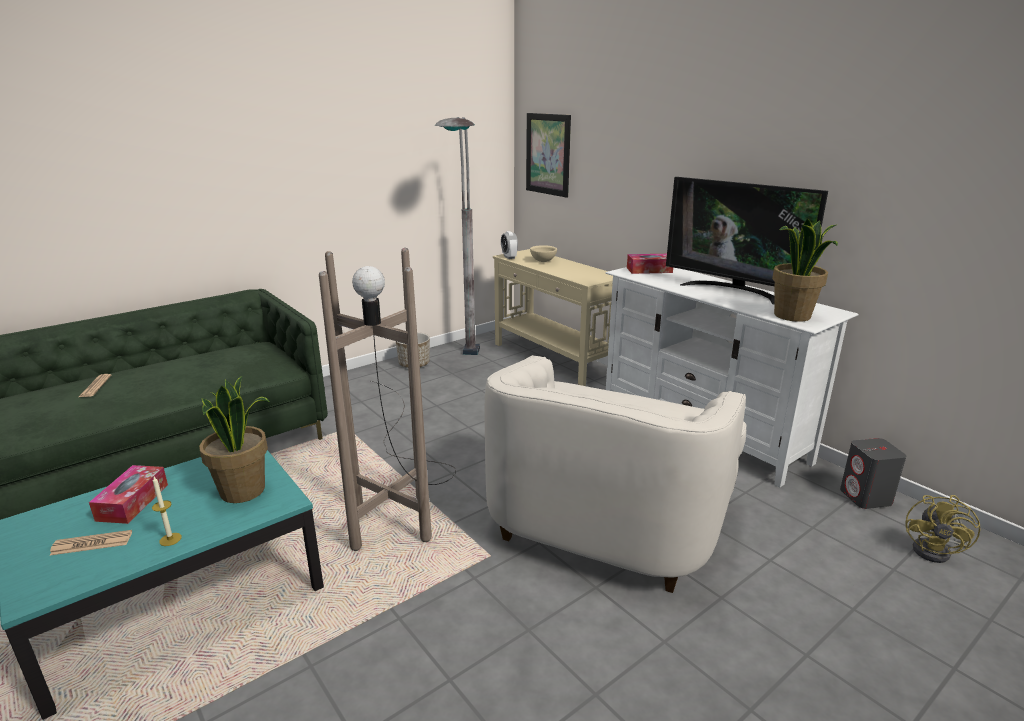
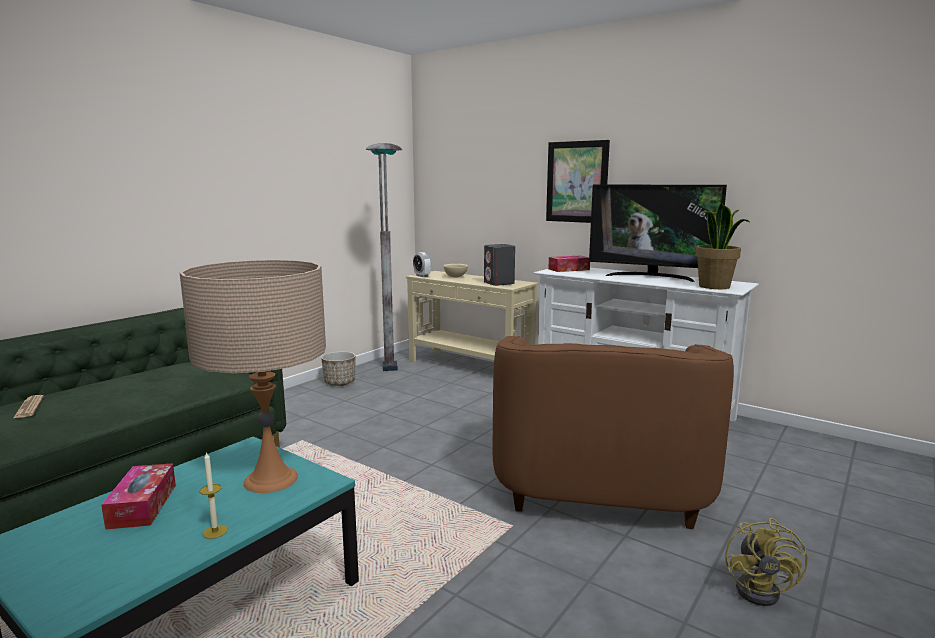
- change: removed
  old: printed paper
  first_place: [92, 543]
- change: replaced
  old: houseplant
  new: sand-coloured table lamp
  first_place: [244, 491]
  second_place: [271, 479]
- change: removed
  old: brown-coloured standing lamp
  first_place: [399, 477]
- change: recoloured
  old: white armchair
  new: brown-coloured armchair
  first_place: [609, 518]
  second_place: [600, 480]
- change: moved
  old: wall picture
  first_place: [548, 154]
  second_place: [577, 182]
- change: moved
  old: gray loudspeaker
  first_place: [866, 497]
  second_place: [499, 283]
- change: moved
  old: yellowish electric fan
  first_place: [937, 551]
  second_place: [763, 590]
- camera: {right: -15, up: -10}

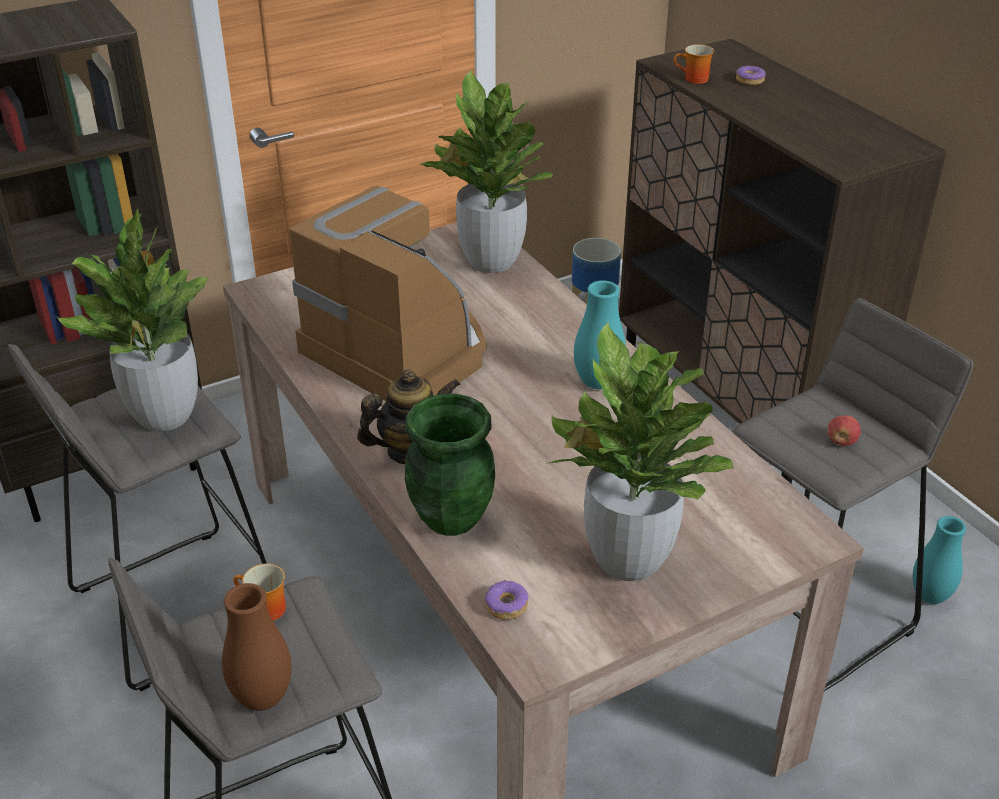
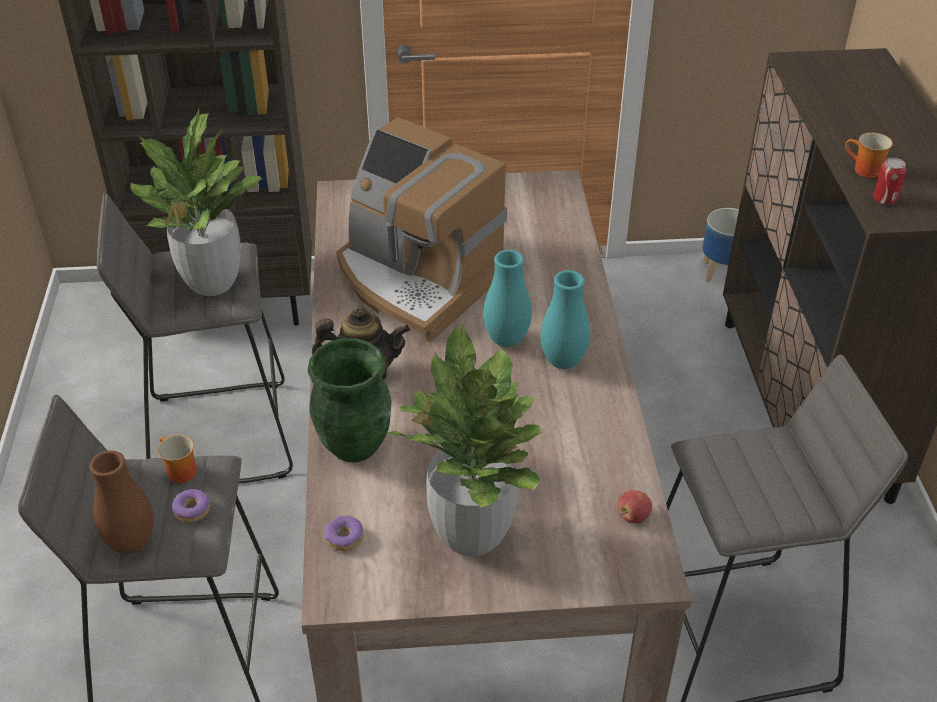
- change: turned
  old: coffee brewer
  first_place: [399, 349]
  second_place: [417, 279]
  degrees: 150
- change: removed
  old: houseplant
  first_place: [490, 261]
- change: moved
  old: mug
  first_place: [693, 80]
  second_place: [863, 171]
- change: moved
  old: donut
  first_place: [750, 81]
  second_place: [192, 510]
- change: moved
  old: apple fruit
  first_place: [841, 441]
  second_place: [633, 516]
- change: moved
  old: turquoise-coloured decorative vase
  first_place: [930, 596]
  second_place: [506, 340]
- change: added
  new: metal can
  second_place: [884, 199]
- camera: {right: 25, up: 5}

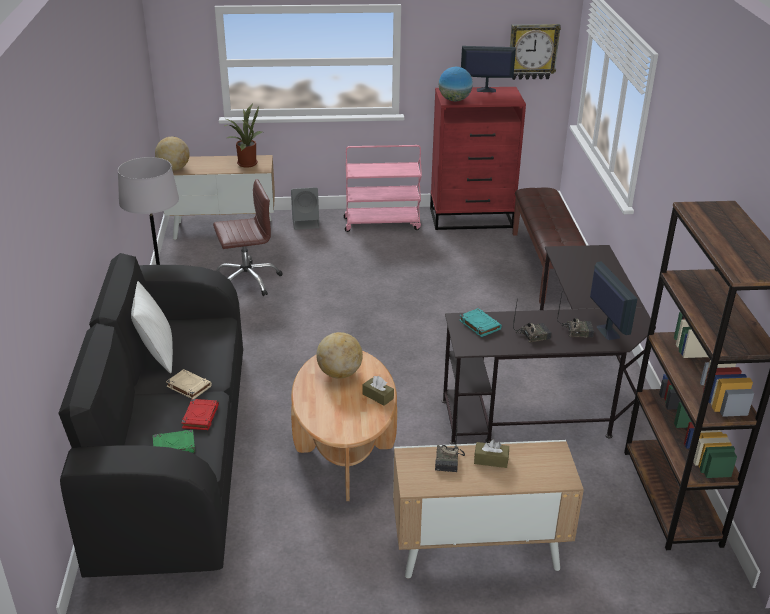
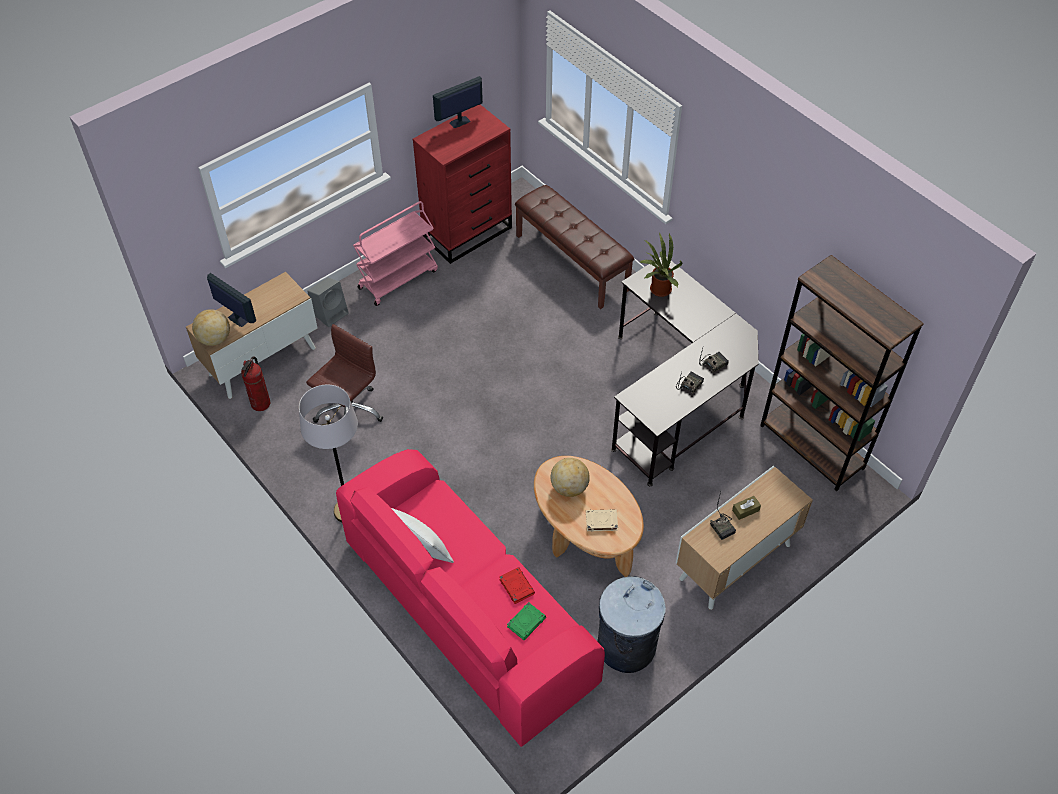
- change: recoloured
  old: blackish couch
  new: pink-coloured couch
  first_place: [173, 450]
  second_place: [468, 612]
- change: moved
  old: sand-coloured volume
  first_place: [188, 386]
  second_place: [601, 521]
- change: moved
  old: houseplant
  first_place: [245, 163]
  second_place: [658, 289]
- change: removed
  old: brown-coloured box of tissues
  first_place: [378, 396]
- change: removed
  old: desk globe
  first_place: [454, 100]
- change: removed
  old: turquoise-coloured volume
  first_place: [479, 325]
- change: removed
  old: wall clock
  first_place: [532, 51]
- change: moved
  old: computer display
  first_place: [607, 331]
  second_place: [238, 319]
- change: added
  new: extinguisher
  second_place: [260, 403]
- change: added
  new: gray rubbish bin
  second_place: [626, 645]
- camera: {right: -35, up: 20}

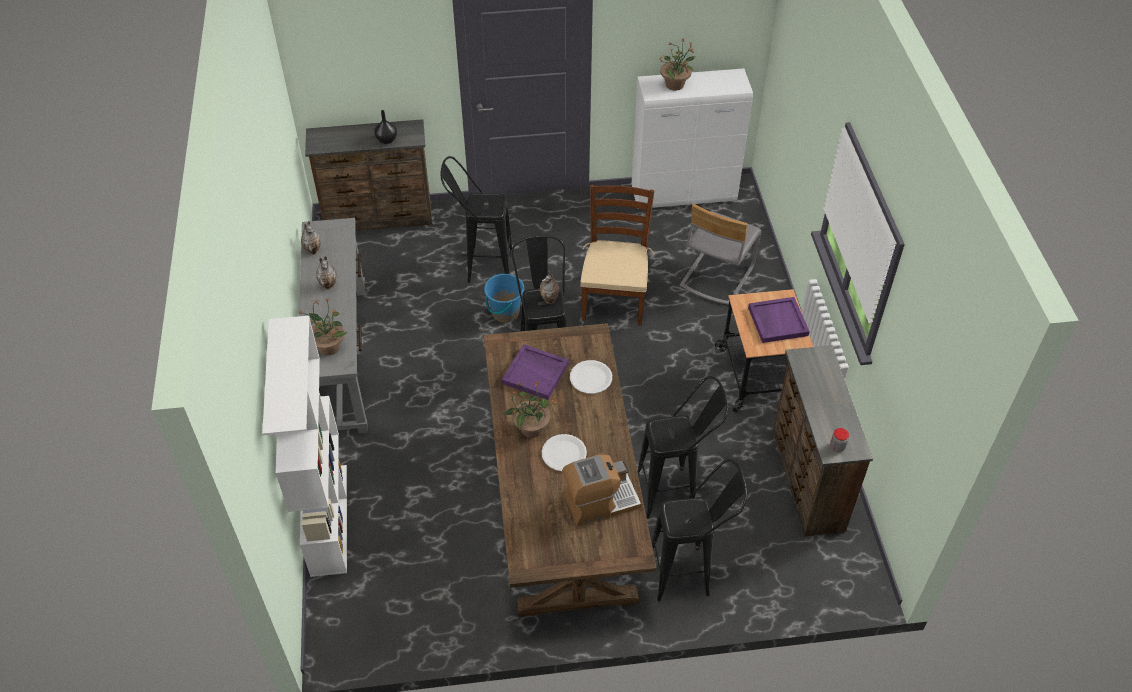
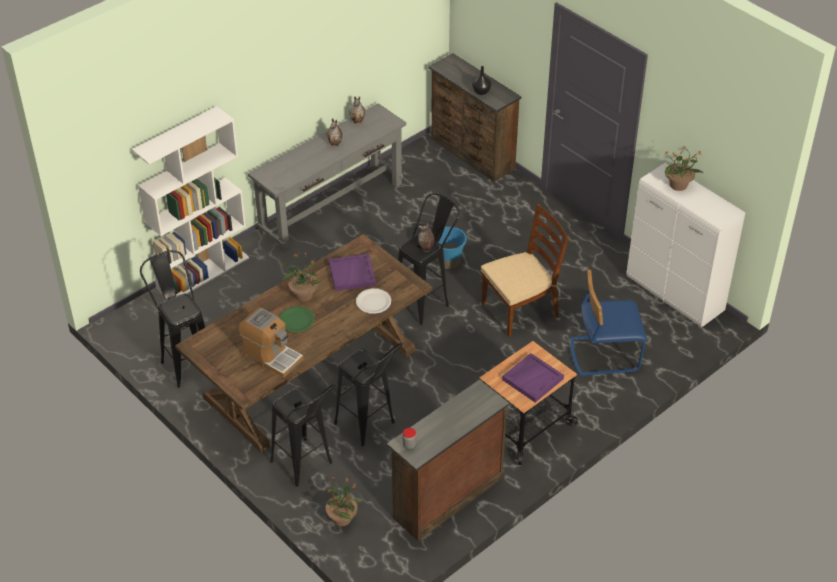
- change: moved
  old: houseplant
  first_place: [328, 346]
  second_place: [342, 518]
- change: moved
  old: blackish stool seat
  first_place: [481, 267]
  second_place: [185, 361]
- change: recoloured
  old: white plate
  new: green plate
  first_place: [564, 453]
  second_place: [296, 320]
- change: recoloured
  old: gray plain chair
  new: bluish plain chair
  first_place: [716, 276]
  second_place: [604, 354]
- camera: {right: 55, up: -5}

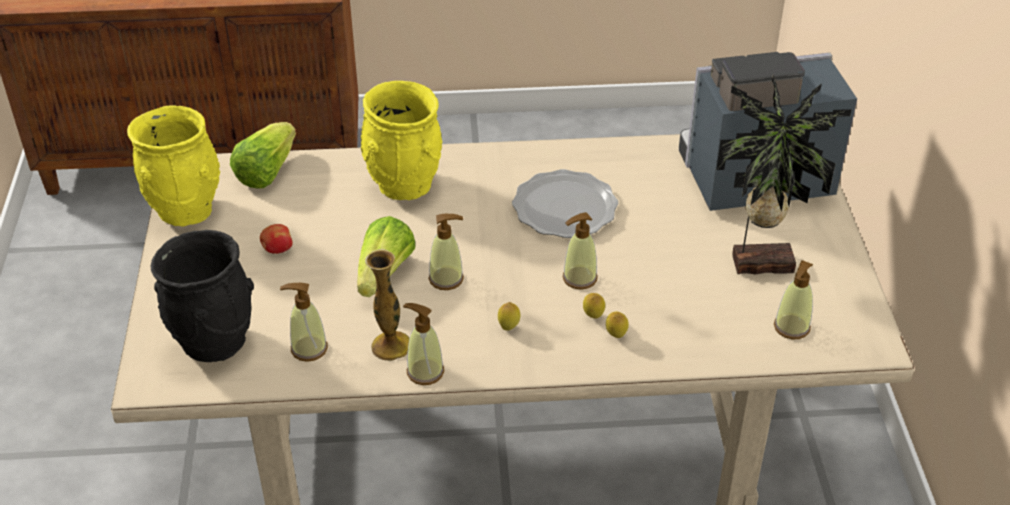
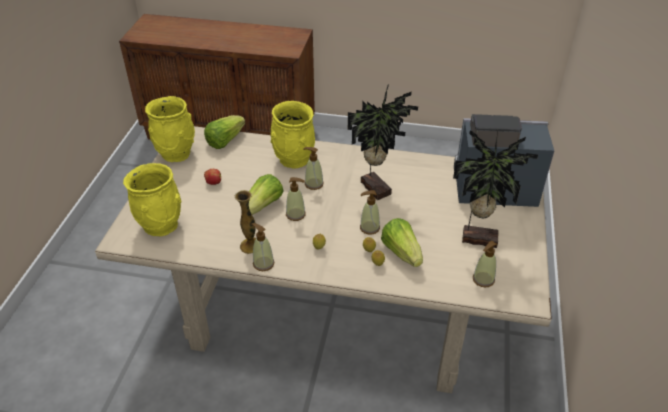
- change: recoloured
  old: blackish decorative vase
  new: yellowish decorative vase
  first_place: [215, 341]
  second_place: [161, 225]
- change: moved
  old: liquid soap bottle
  first_place: [308, 349]
  second_place: [313, 184]
- change: replaced
  old: plate
  new: houseplant
  first_place: [565, 208]
  second_place: [377, 187]
- change: added
  new: head of lettuce
  second_place: [401, 252]
- camera: {right: 15, up: 0}

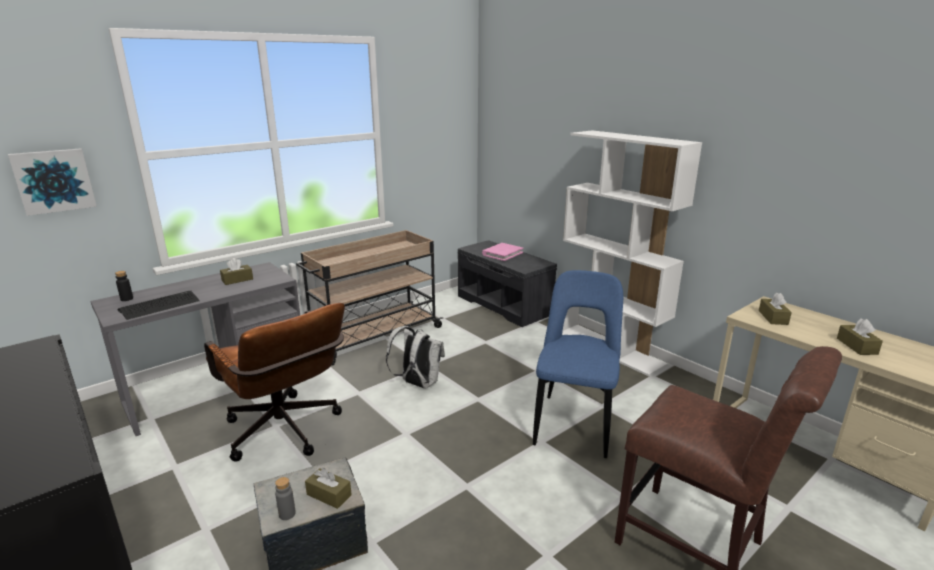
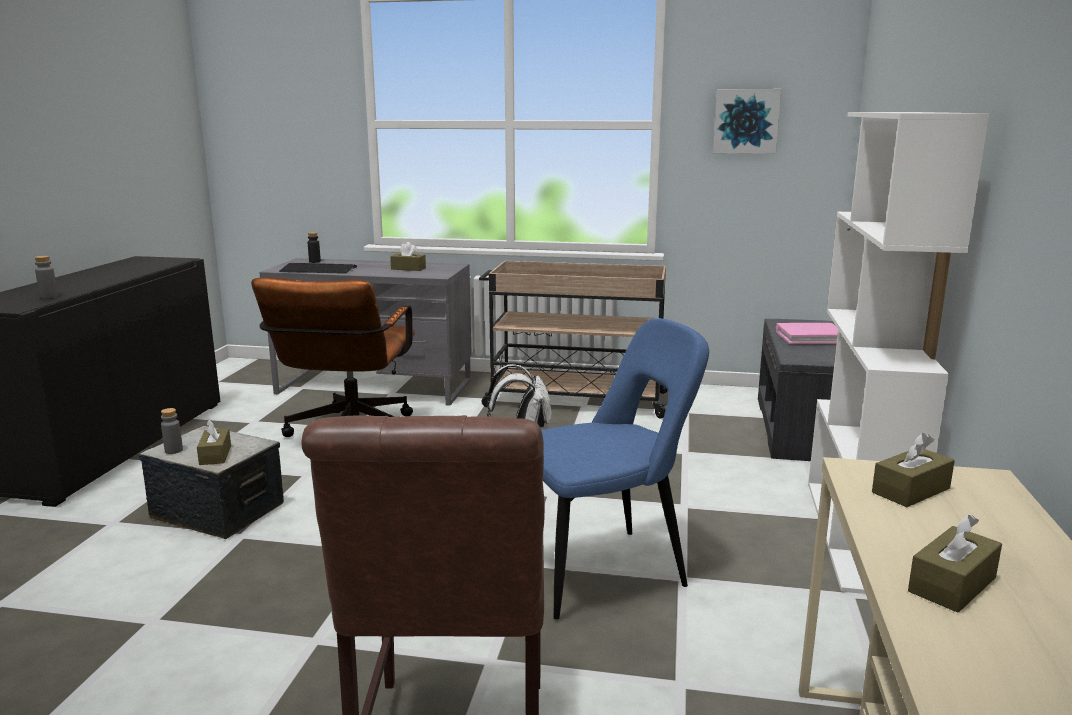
- change: moved
  old: wall picture
  first_place: [53, 181]
  second_place: [746, 121]
- change: added
  new: gray bottle
  second_place: [49, 297]
- camera: {right: 50, up: -5}

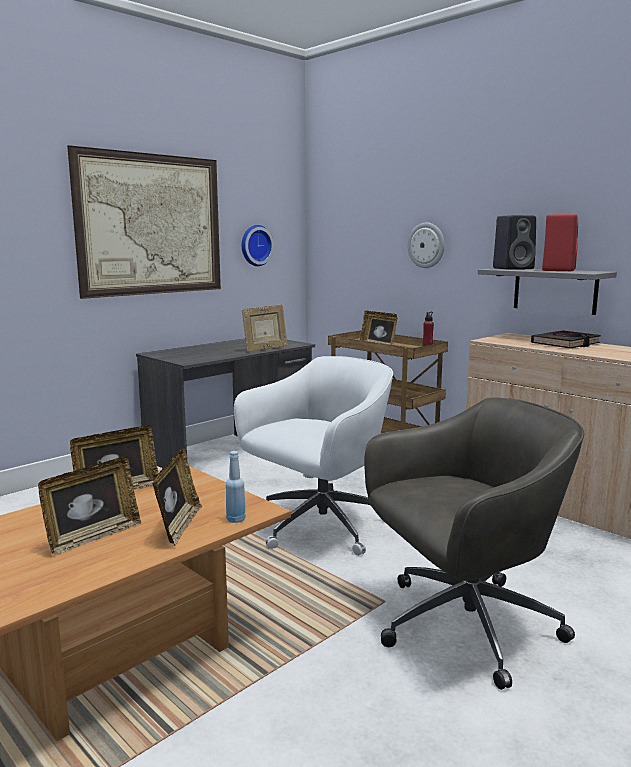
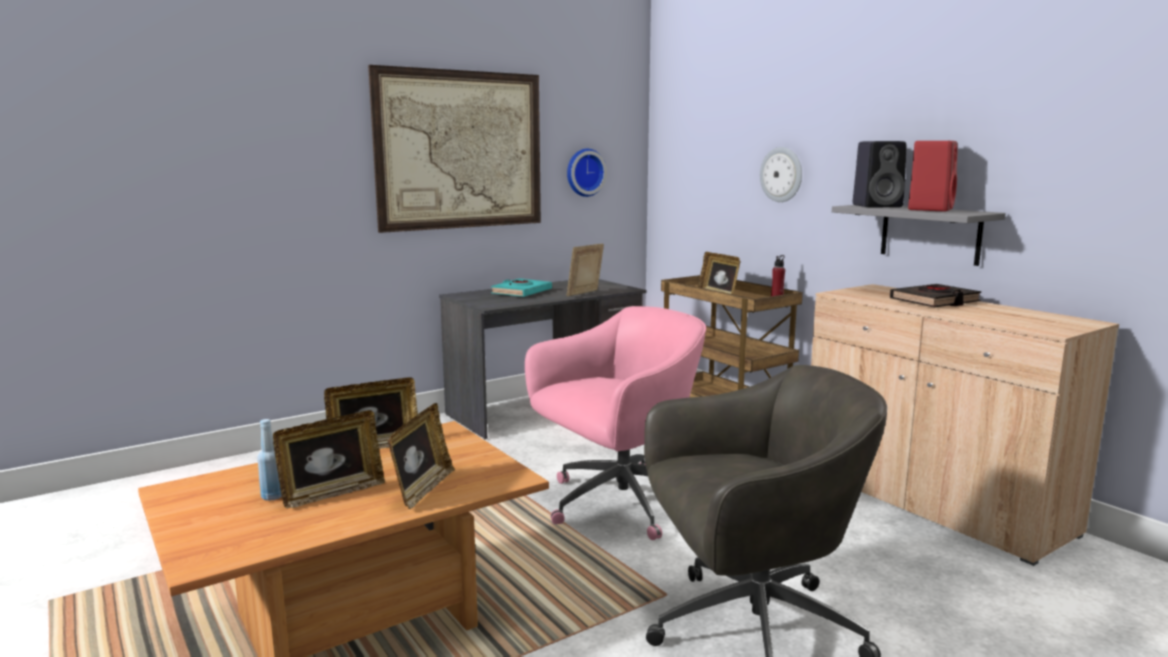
- change: moved
  old: bluish bottle
  first_place: [236, 519]
  second_place: [272, 497]
- change: recoloured
  old: white office chair
  new: pink-coloured office chair
  first_place: [319, 527]
  second_place: [617, 504]
- change: turned
  old: standing frame
  first_place: [265, 349]
  second_place: [585, 294]
  degrees: 150
- change: added
  new: turquoise-coloured volume
  second_place: [521, 292]
- camera: {right: 10, up: 0}

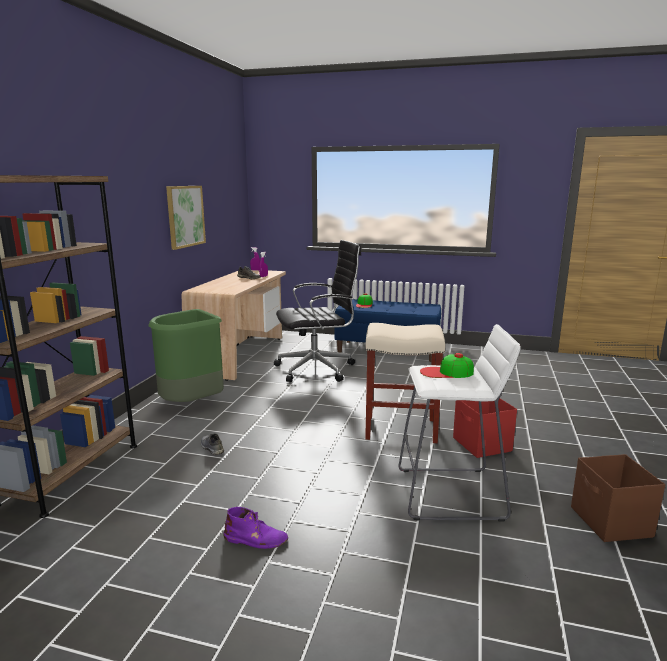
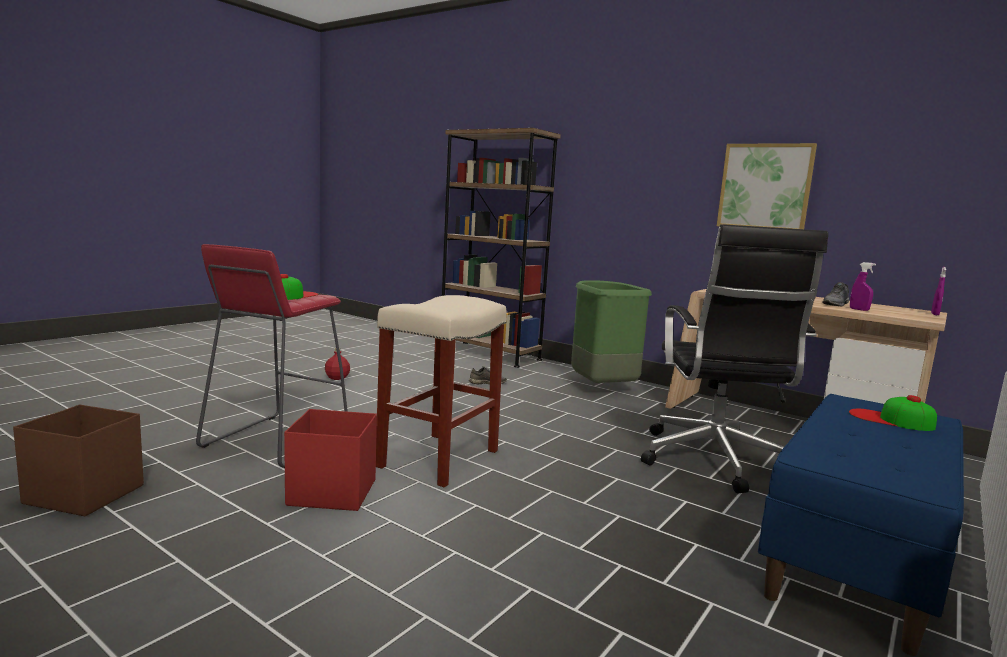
- change: replaced
  old: purple-coloured boot
  new: red bottle
  first_place: [256, 539]
  second_place: [337, 378]
- change: recoloured
  old: white stool seat
  new: red stool seat
  first_place: [451, 494]
  second_place: [275, 440]
- camera: {right: 110, up: -5}

